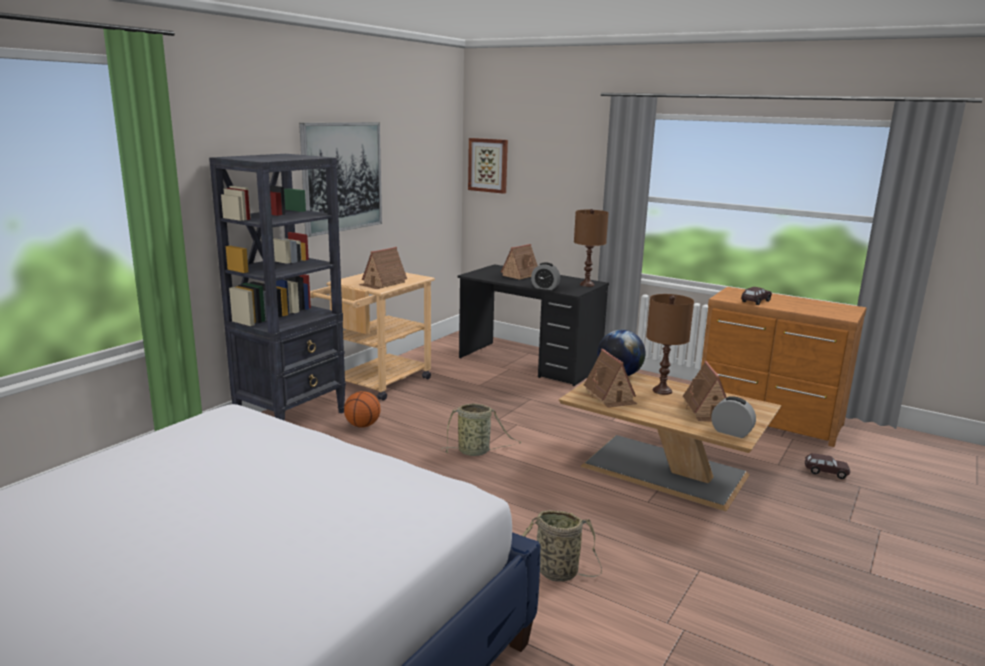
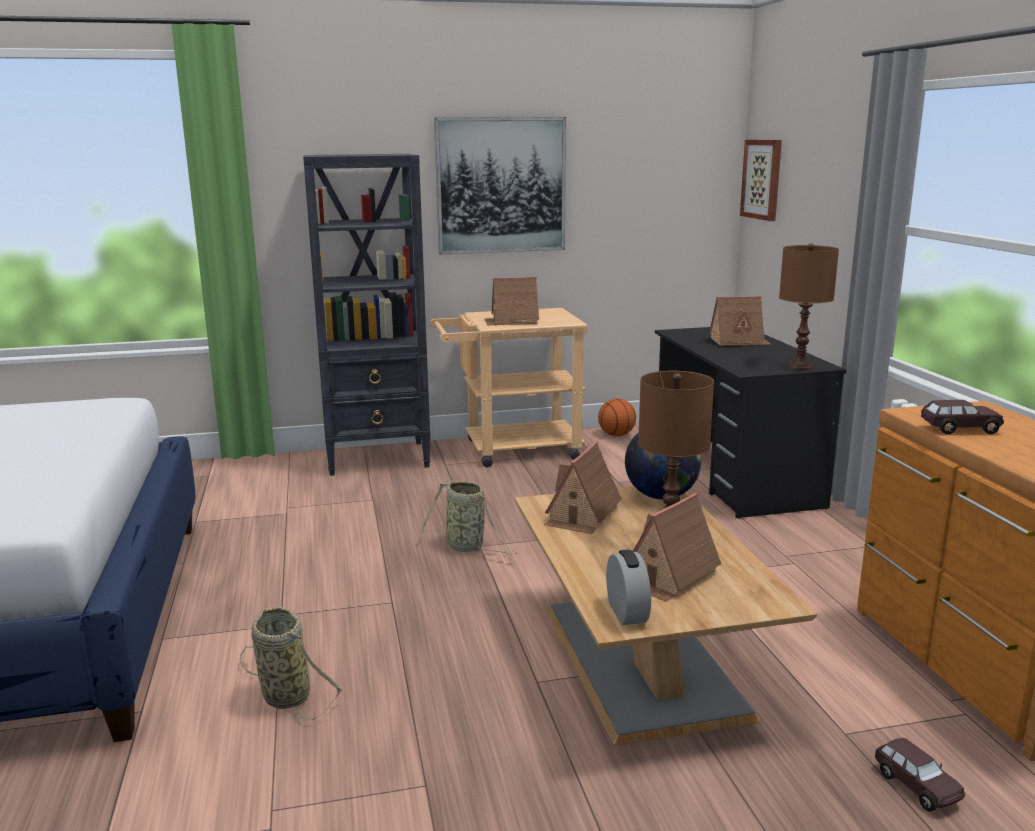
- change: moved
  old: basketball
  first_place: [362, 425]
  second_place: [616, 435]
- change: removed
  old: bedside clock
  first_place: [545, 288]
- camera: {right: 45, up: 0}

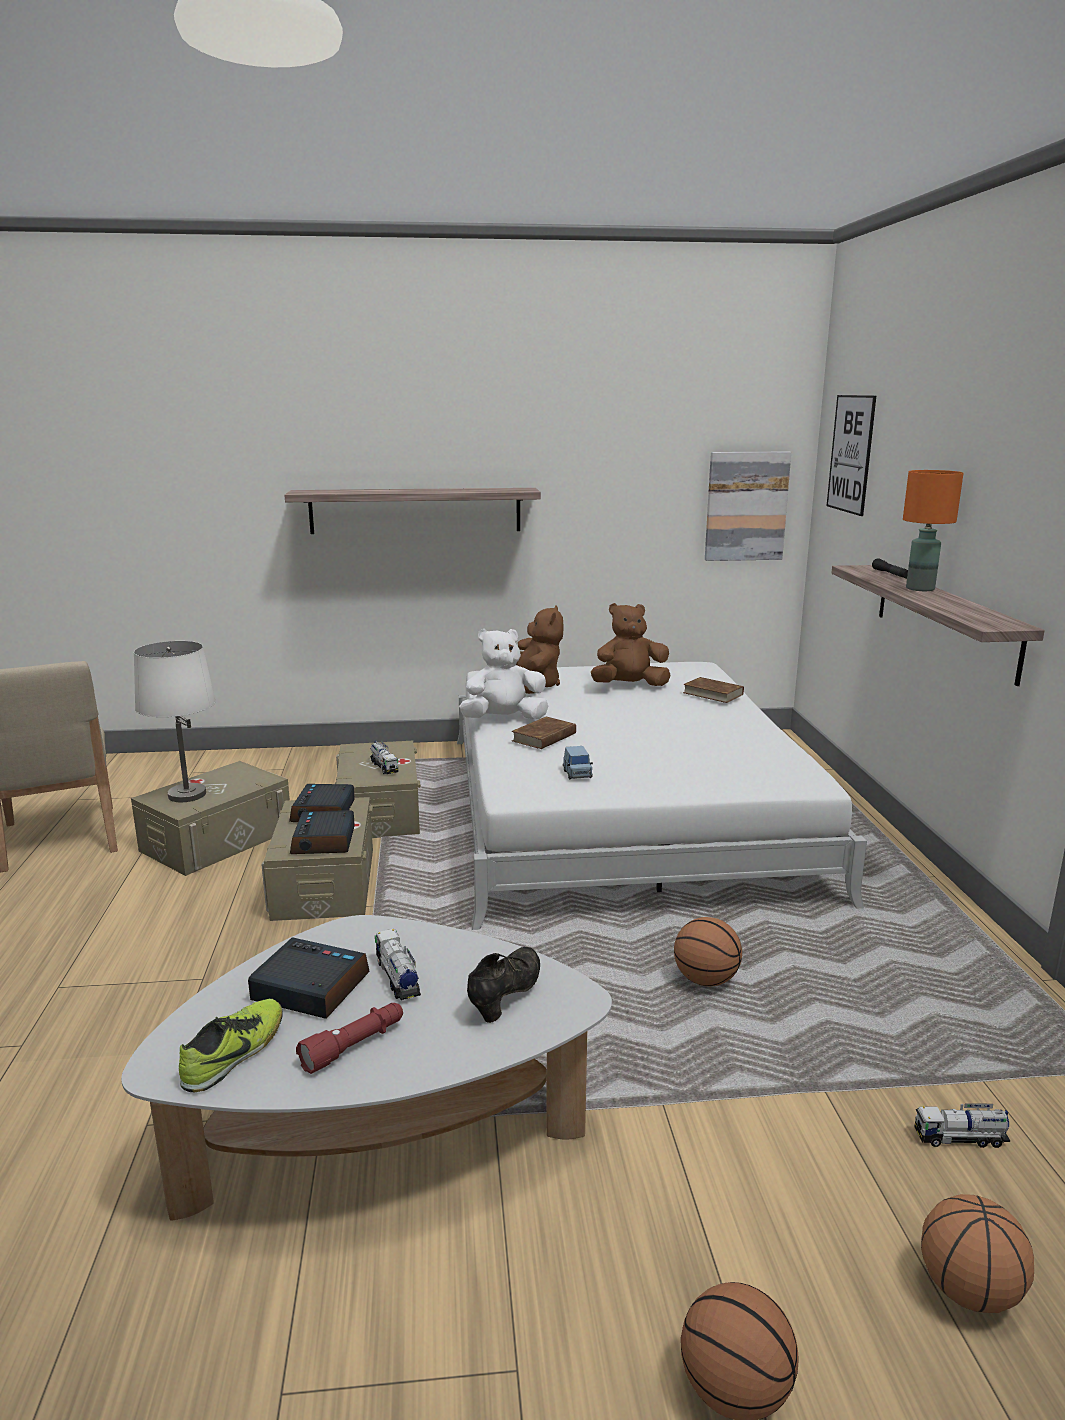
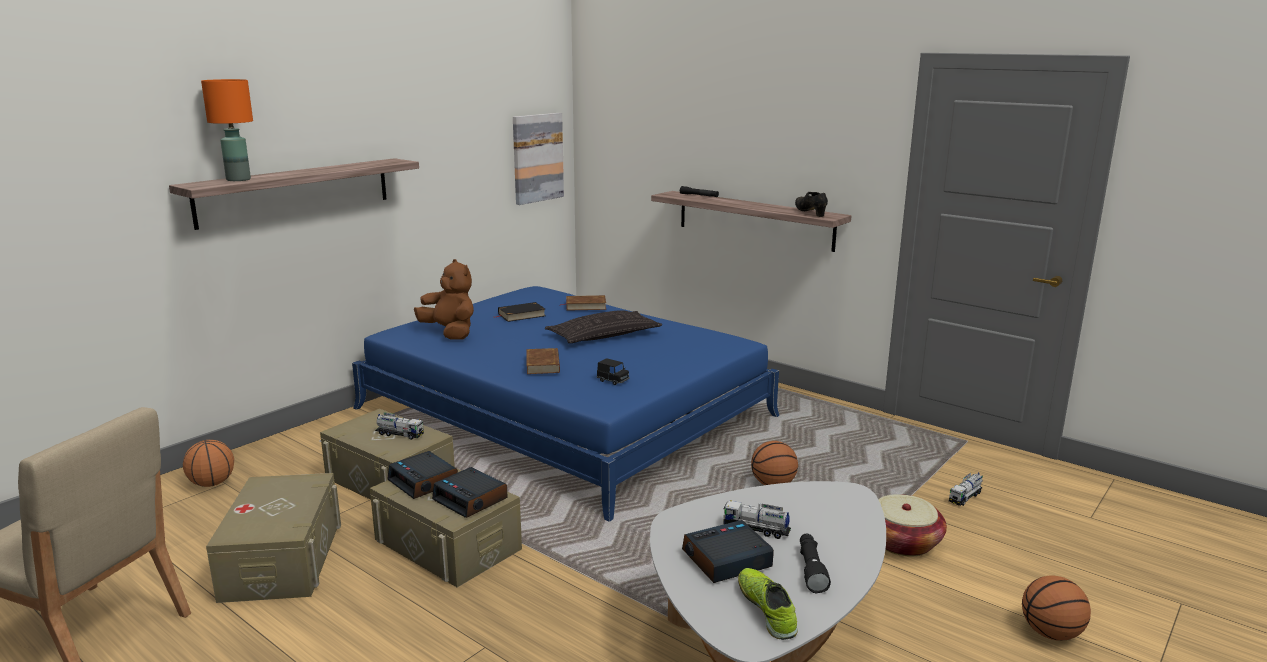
- change: removed
  old: white table lamp
  first_place: [186, 795]
- change: recoloured
  old: red flashlight
  new: blackish flashlight
  first_place: [354, 1046]
  second_place: [811, 569]
- change: recoloured
  old: white sleeping bed
  new: bluish sleeping bed
  first_place: [621, 810]
  second_place: [565, 412]
- change: removed
  old: white plush toy
  first_place: [503, 719]
- change: moved
  old: blackish item of footwear
  first_place: [505, 997]
  second_place: [810, 213]
- change: recoloured
  old: bluish miniature car
  new: blackish miniature car
  first_place: [577, 774]
  second_place: [613, 380]
- change: replaced
  old: brown-coloured plush toy
  new: blackish volume
  first_place: [629, 686]
  second_place: [521, 315]
- change: removed
  old: wall picture
  first_place: [851, 454]
- change: moved
  old: orangey table lamp
  first_place: [919, 589]
  second_place: [238, 179]
- change: moved
  old: basketball
  first_place: [968, 1291]
  second_place: [212, 483]
- change: added
  new: pillow
  second_place: [604, 335]
- change: added
  new: basket
  second_place: [902, 542]
- camera: {right: -45, up: 0}

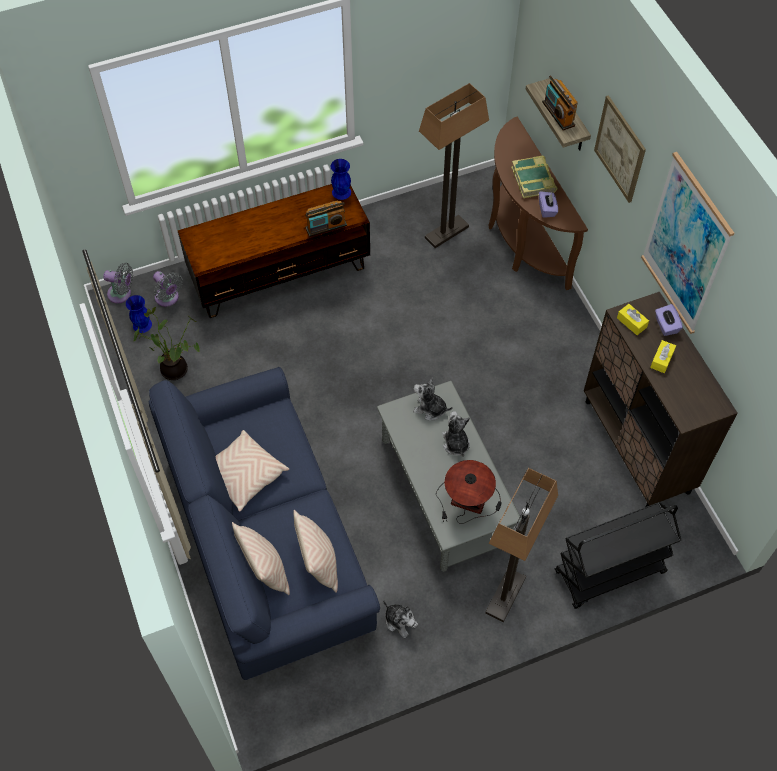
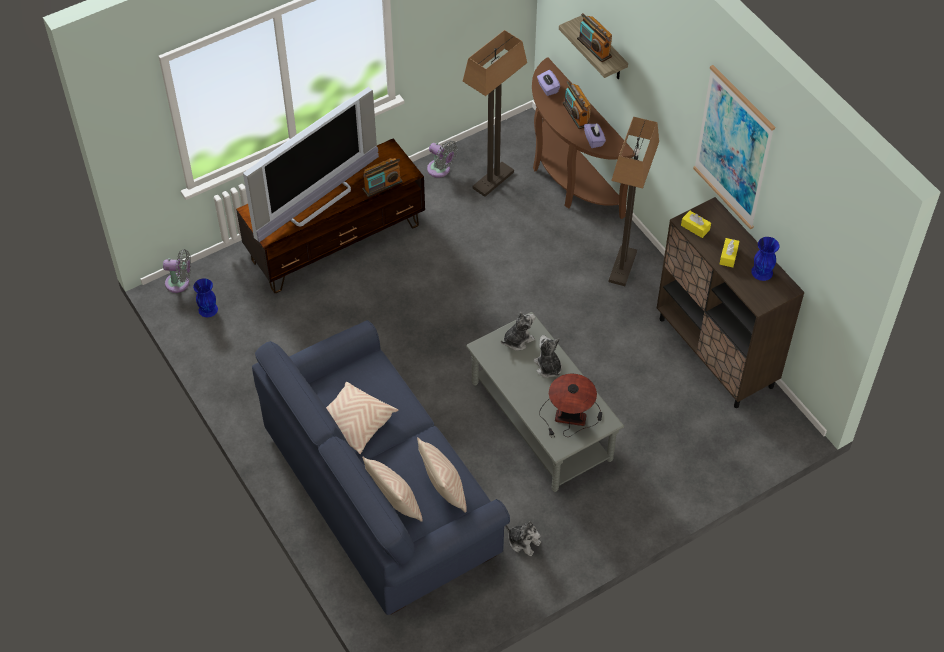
- change: removed
  old: houseplant
  first_place: [175, 368]
- change: moved
  old: gray electric fan
  first_place: [168, 298]
  second_place: [440, 170]
- change: moved
  old: bluish decorative vase
  first_place: [341, 192]
  second_place: [762, 272]
- change: turned
  old: plush toy
  first_place: [430, 409]
  second_place: [517, 340]
  degrees: 135
- change: moved
  old: standing lamp
  first_place: [505, 596]
  second_place: [623, 267]
- change: replaced
  old: volume
  new: radio set
  first_place: [534, 180]
  second_place: [576, 114]
- change: removed
  old: blackish wheeled cart
  first_place: [609, 573]
- change: removed
  old: wall picture
  first_place: [620, 149]
- change: moved
  old: purple-coloured box of tissues
  first_place: [666, 326]
  second_place: [547, 88]
- change: added
  new: TV set
  second_place: [317, 200]
- camera: {right: -10, up: -5}

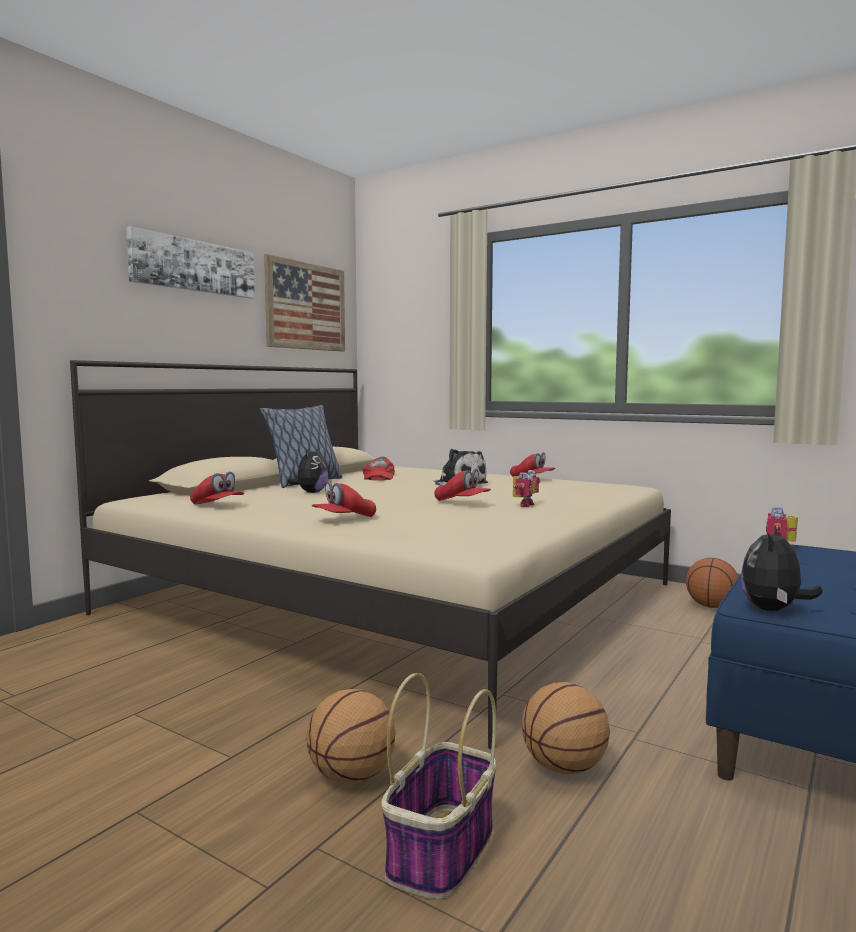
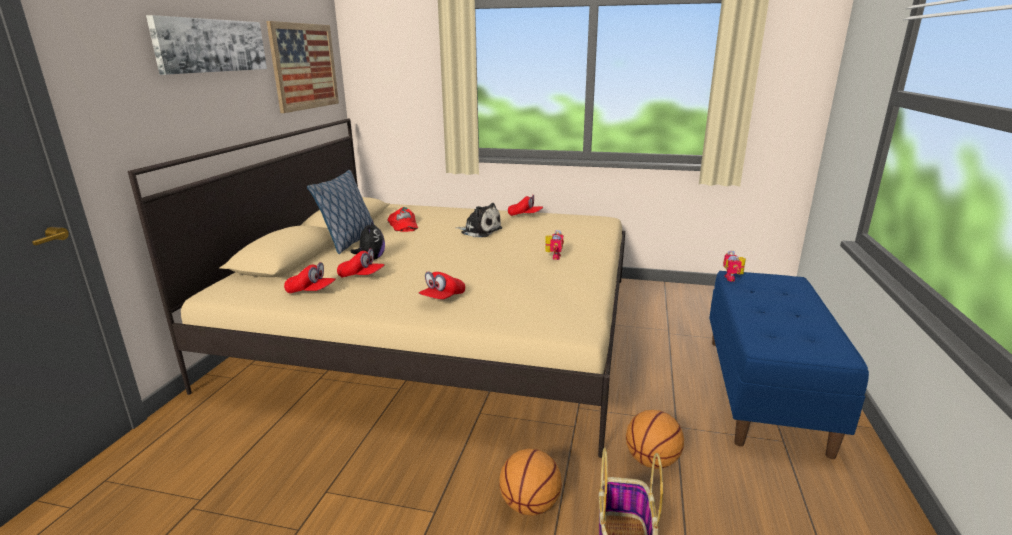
- change: moved
  old: red peaked cap
  first_place: [462, 502]
  second_place: [361, 276]
- change: removed
  old: basketball
  first_place: [711, 606]
- change: removed
  old: plush toy
  first_place: [773, 610]
- camera: {right: -20, up: 15}

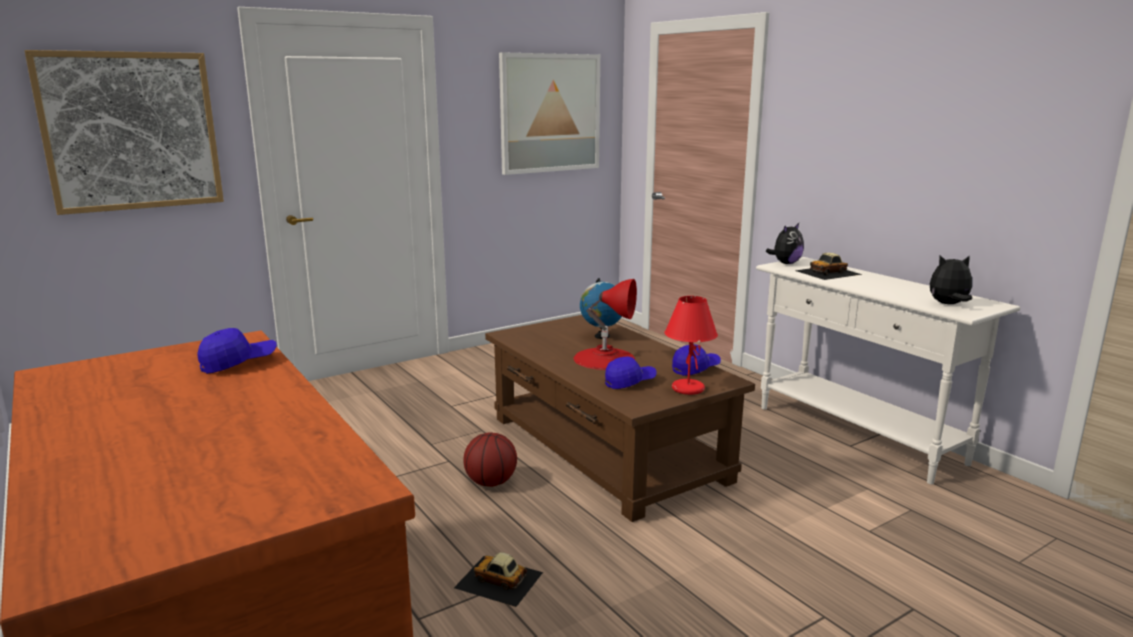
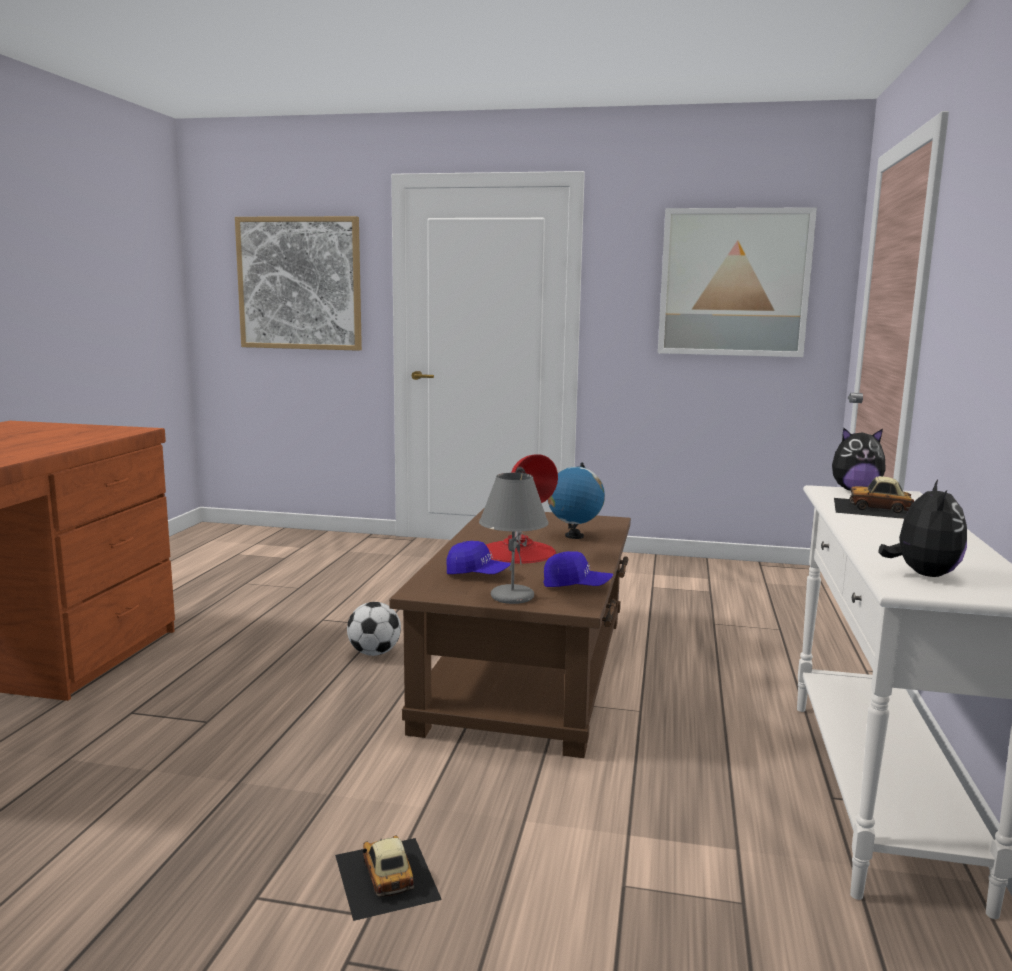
- change: removed
  old: bluish peaked cap
  first_place: [238, 363]
- change: moved
  old: miniature car
  first_place: [499, 580]
  second_place: [386, 877]
- change: replaced
  old: basketball
  new: ball for football
  first_place: [491, 483]
  second_place: [374, 653]
- change: recoloured
  old: red table lamp
  new: gray table lamp
  first_place: [687, 388]
  second_place: [512, 596]
- change: turned
  old: plush toy
  first_place: [948, 304]
  second_place: [922, 574]
  degrees: 60
- camera: {right: 45, up: -5}

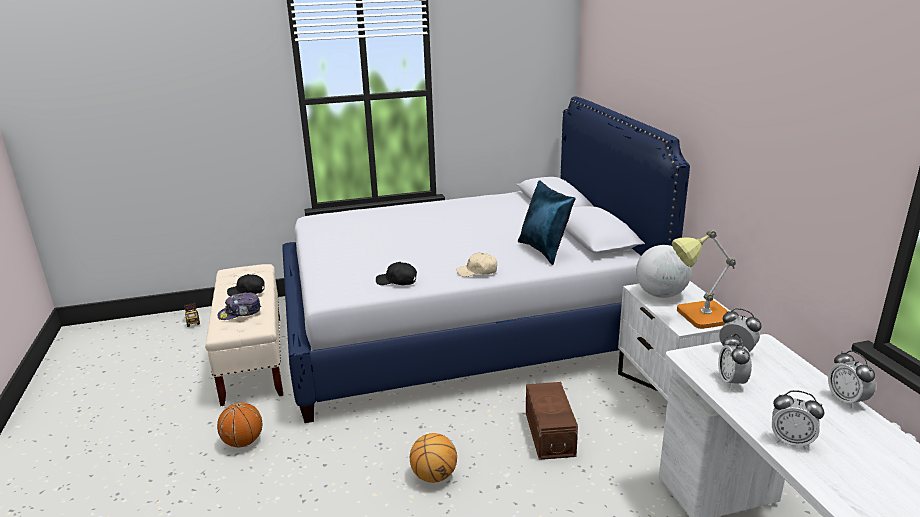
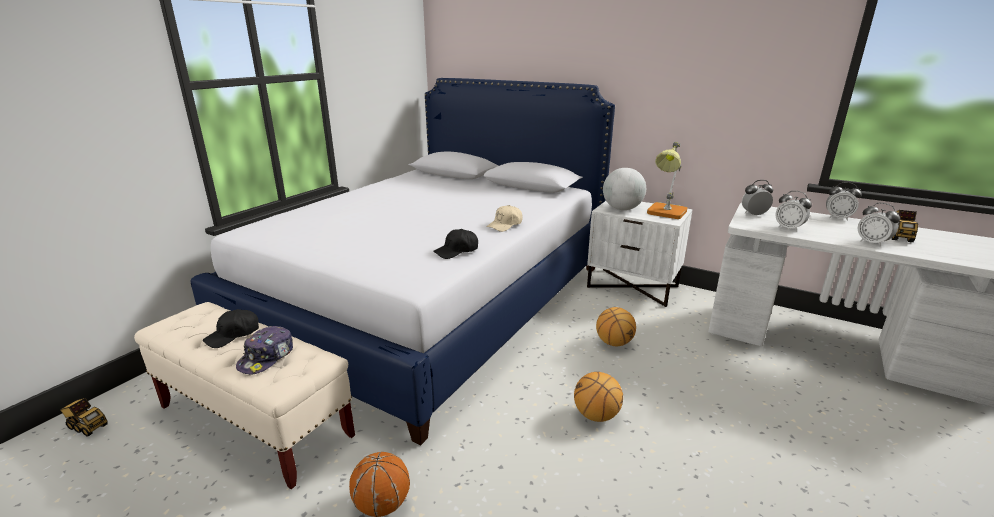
- change: removed
  old: bluish pillow
  first_place: [545, 251]
- change: replaced
  old: brown-coloured storage container
  new: basketball
  first_place: [548, 434]
  second_place: [614, 343]
- change: turned
  old: bedside clock
  first_place: [791, 441]
  second_place: [872, 243]
  degrees: 75
- change: added
  new: toy truck
  second_place: [898, 237]
- camera: {right: -45, up: 0}

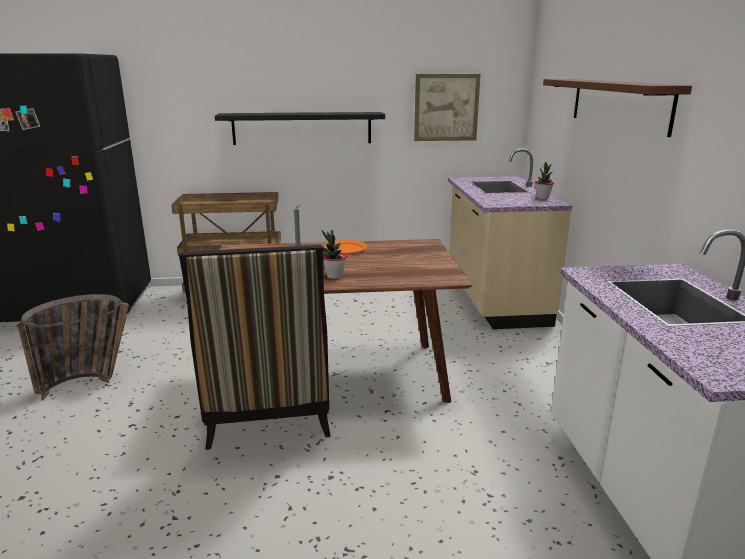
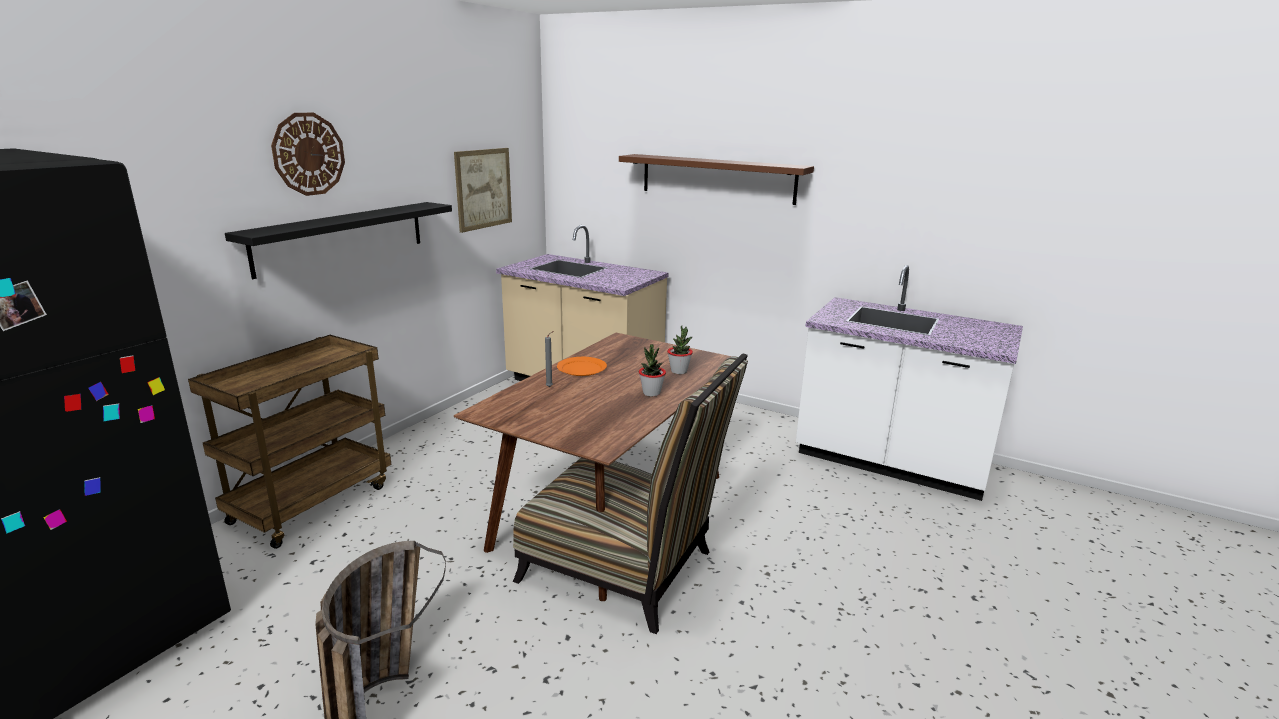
- change: moved
  old: houseplant
  first_place: [542, 198]
  second_place: [679, 371]
- change: added
  new: wall clock
  second_place: [308, 154]
- camera: {right: -55, up: 0}

